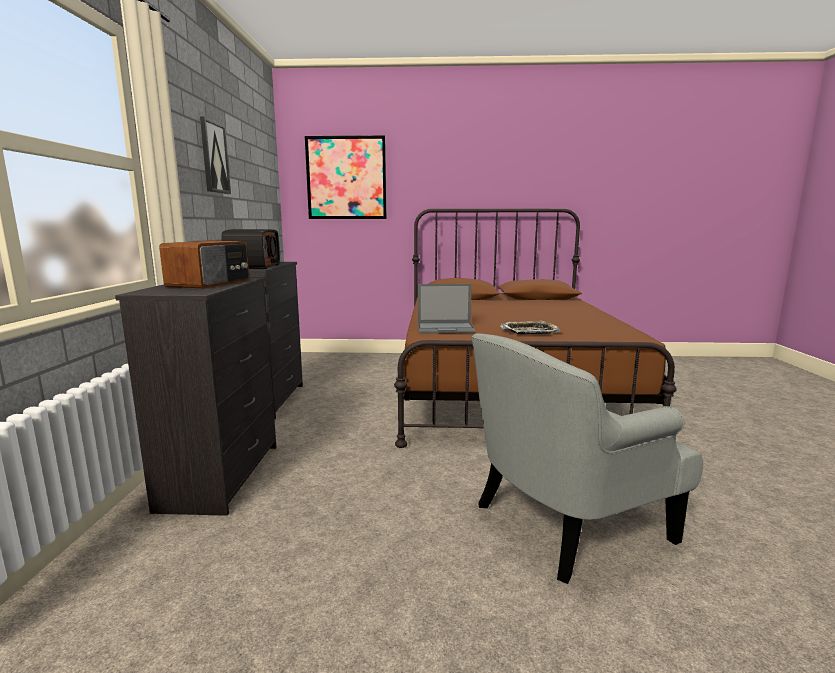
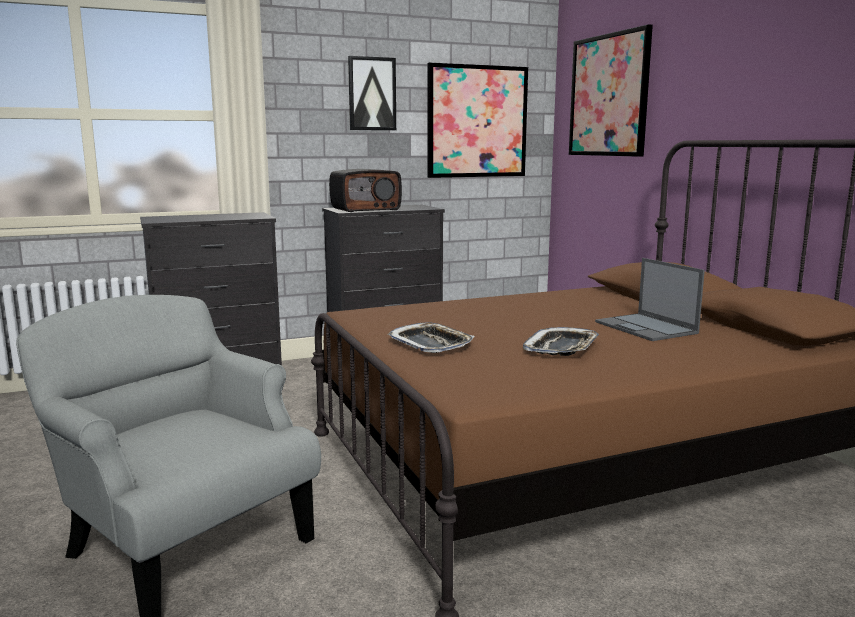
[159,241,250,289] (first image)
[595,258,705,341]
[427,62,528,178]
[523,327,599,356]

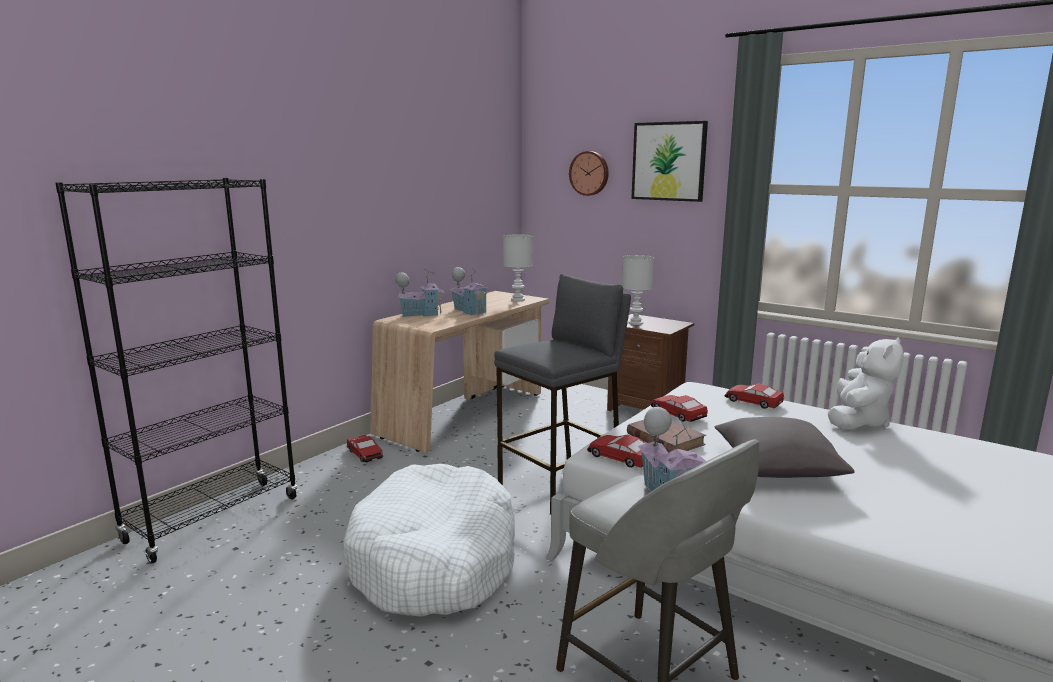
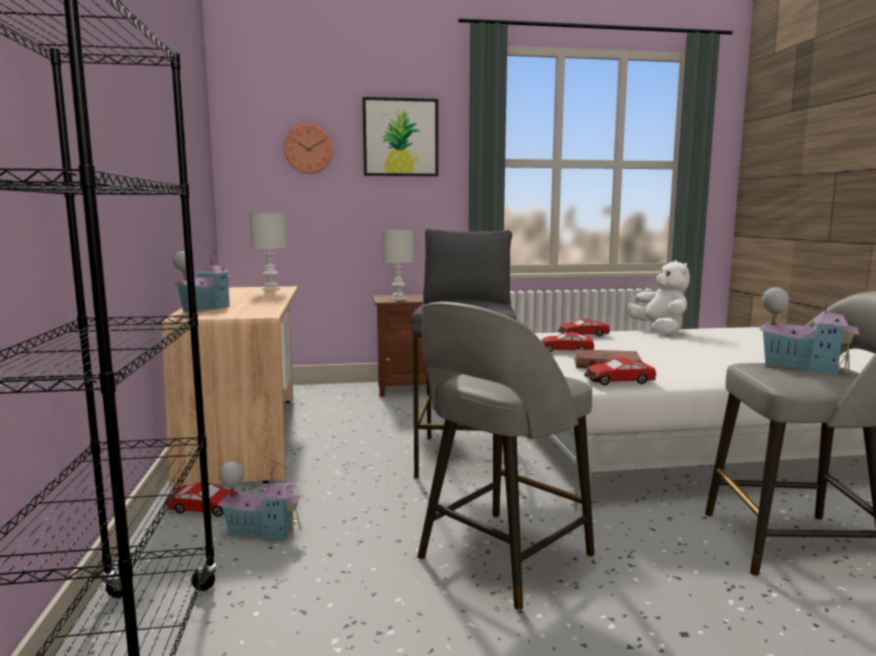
[417,302,594,610]
[218,458,303,541]
[714,417,854,478] (first image)

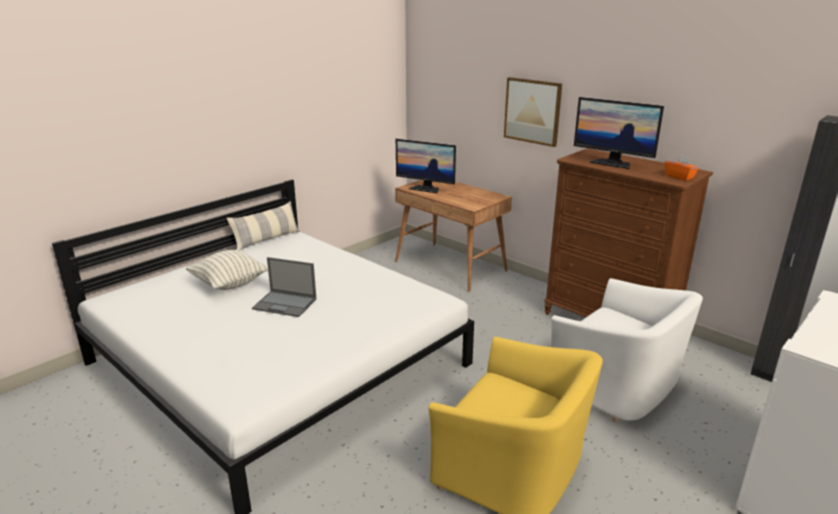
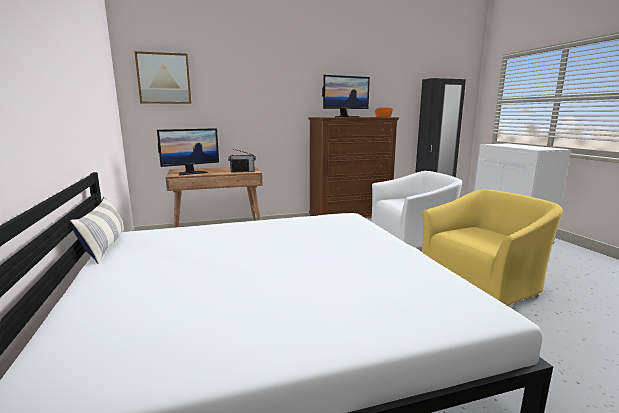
[186,250,268,290] (first image)
[252,257,317,317] (first image)
[134,51,191,104]
[228,148,256,173]

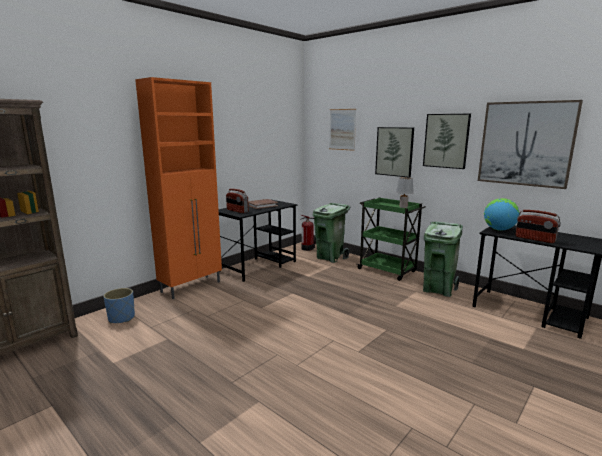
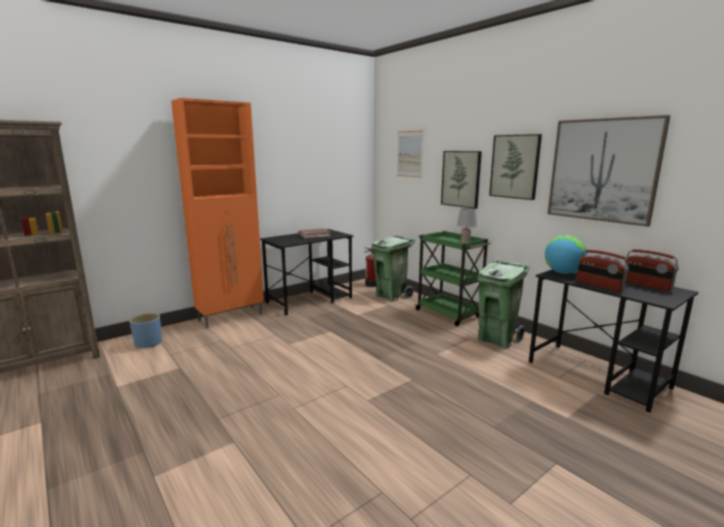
[625,249,679,291]

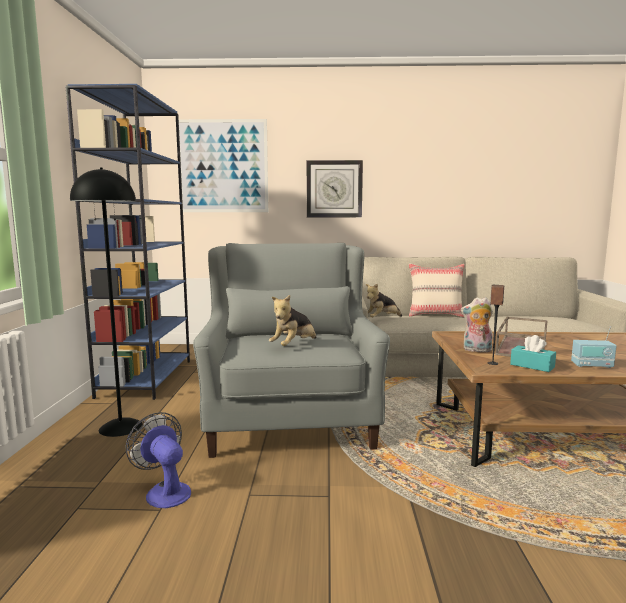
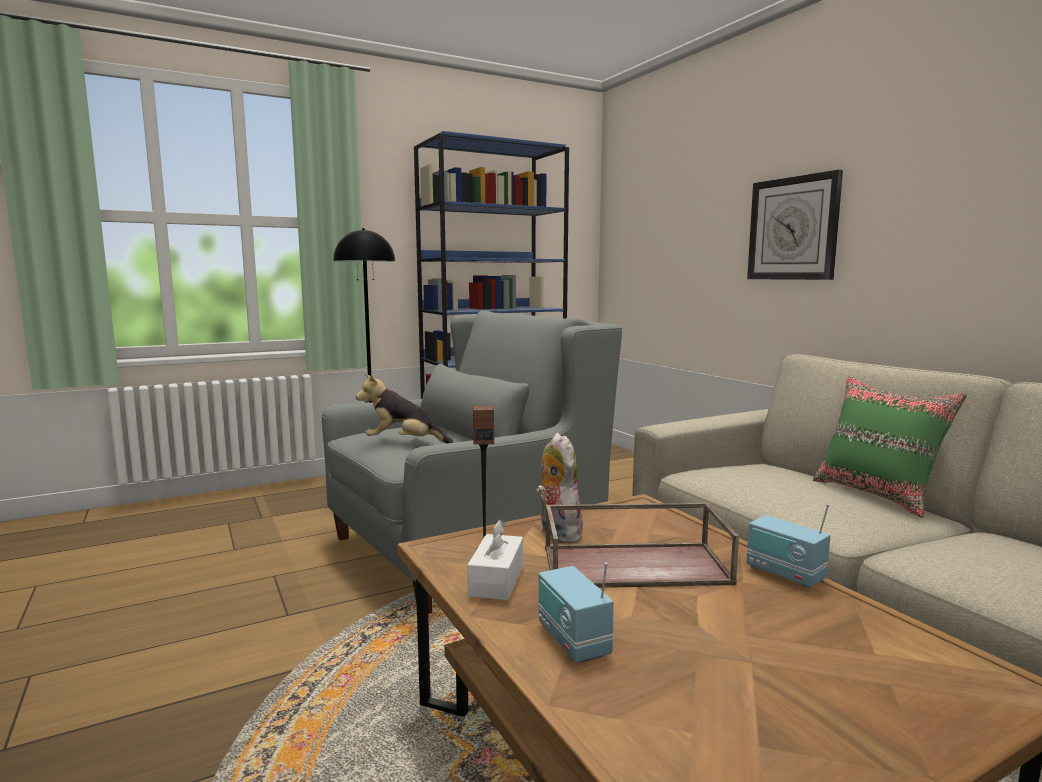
[126,412,191,508] (first image)
[179,119,268,212] (first image)
[366,283,402,317] (first image)
[813,376,967,518]
[467,520,523,600]
[747,504,830,588]

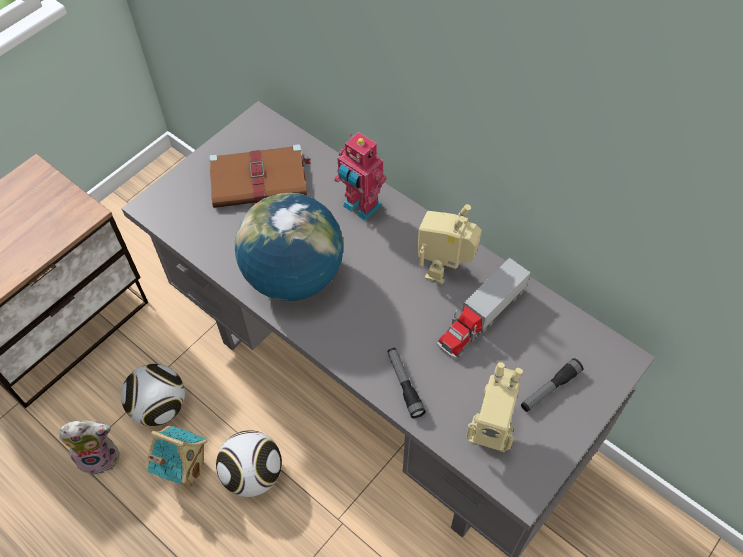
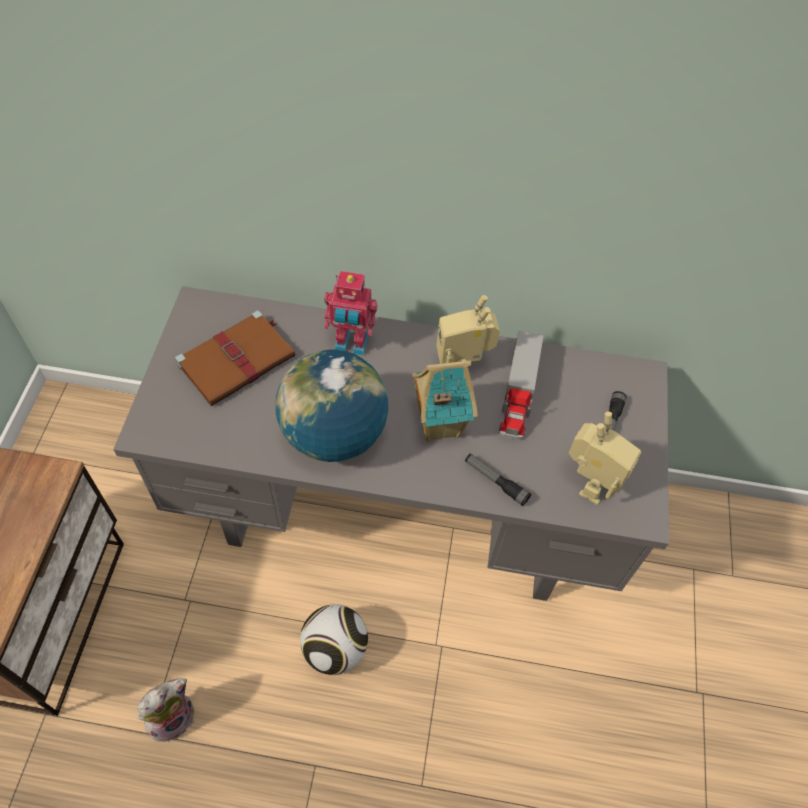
[121,364,185,426] (first image)
[412,361,478,442]
[569,411,641,505]

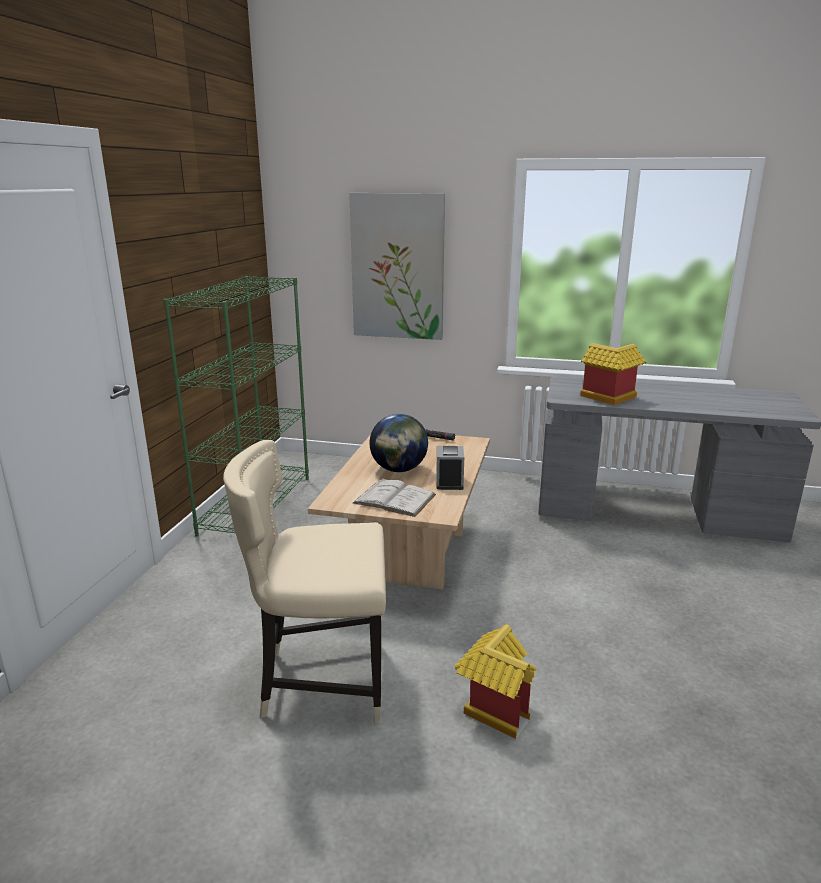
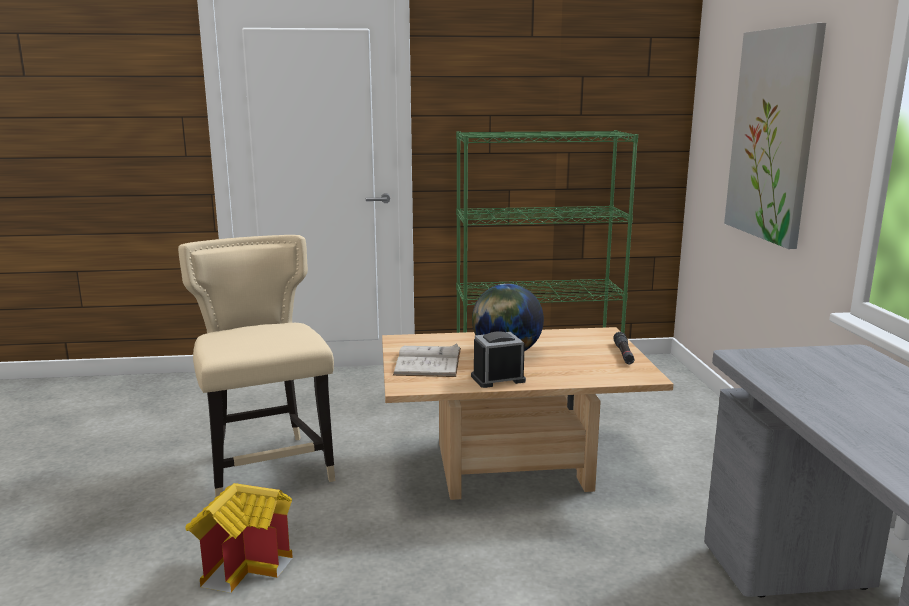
[580,343,647,405] (first image)

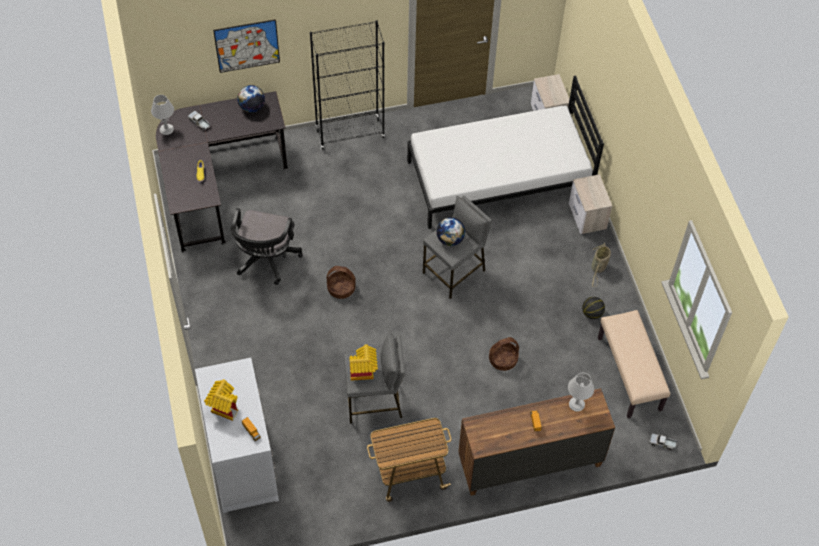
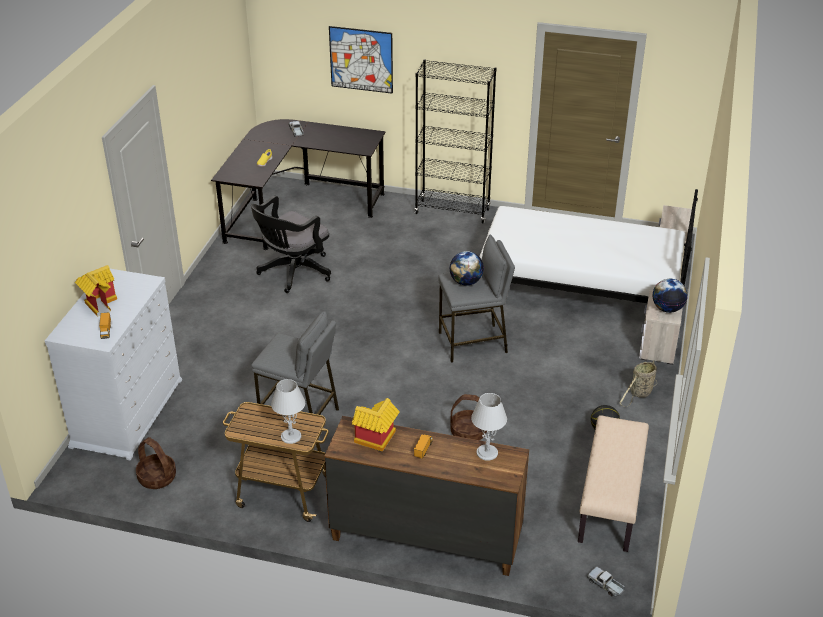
[271,379,305,444]
[652,279,687,313]
[136,437,176,489]
[352,398,400,452]

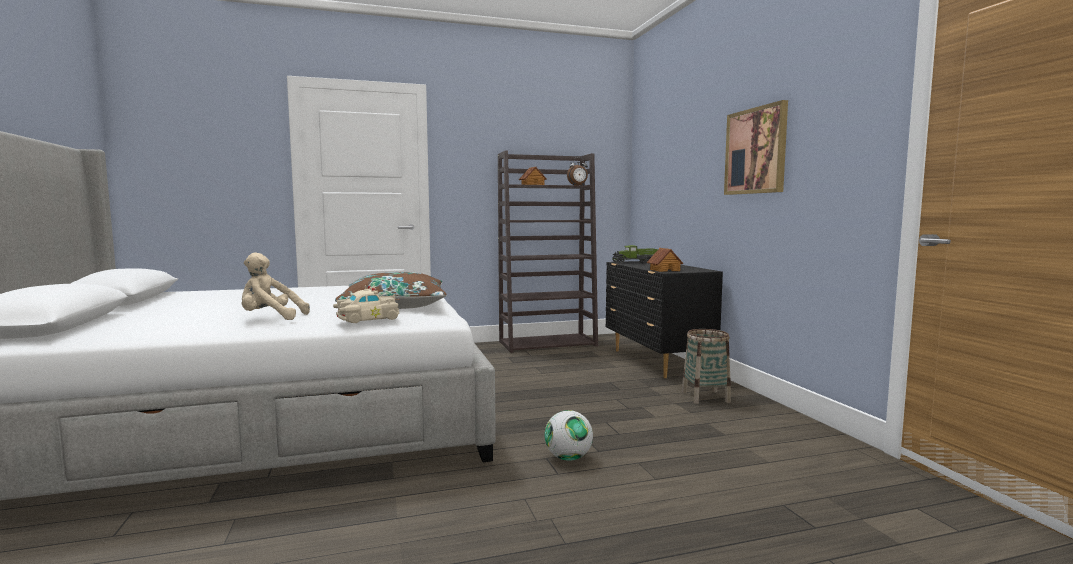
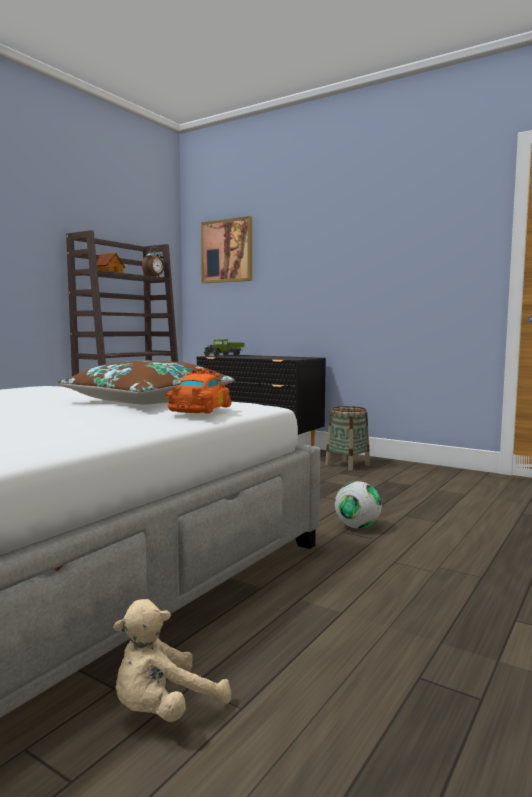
[113,599,231,722]
[165,368,231,413]
[647,248,683,272] (first image)
[201,216,252,283]

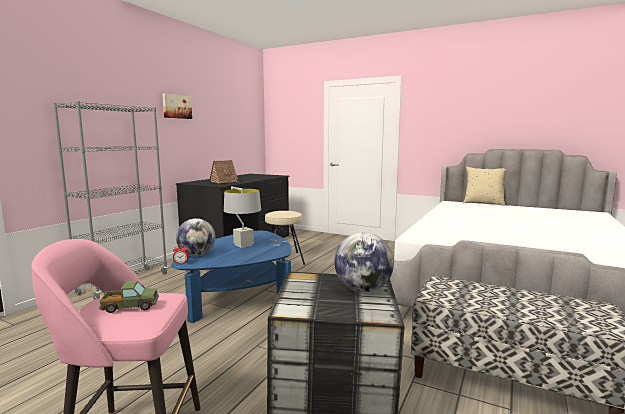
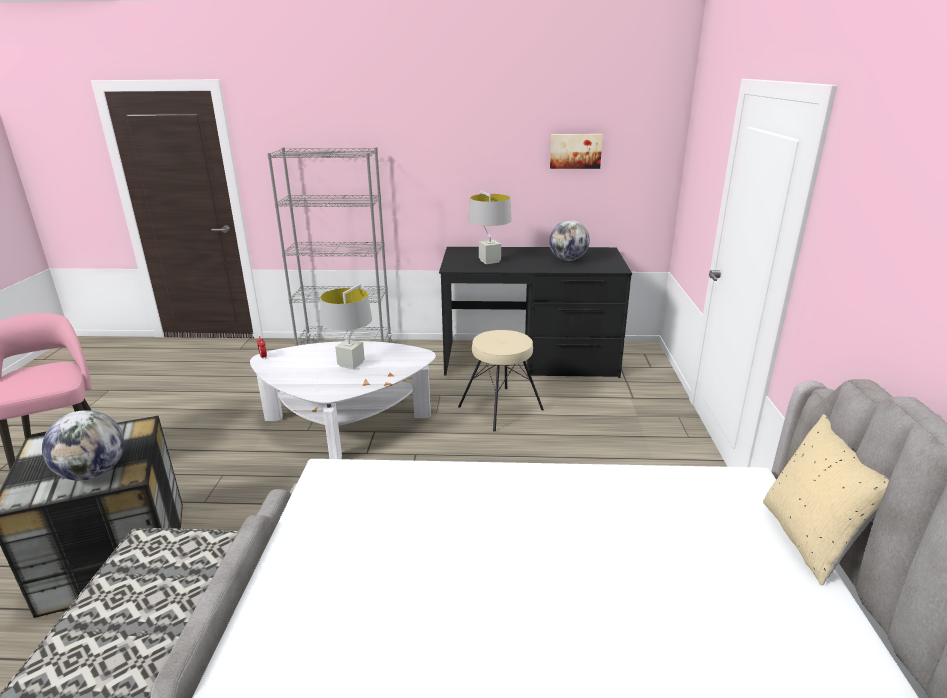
[99,281,159,313] (first image)
[550,134,603,169]
[250,341,436,459]
[549,220,590,261]
[468,191,512,264]

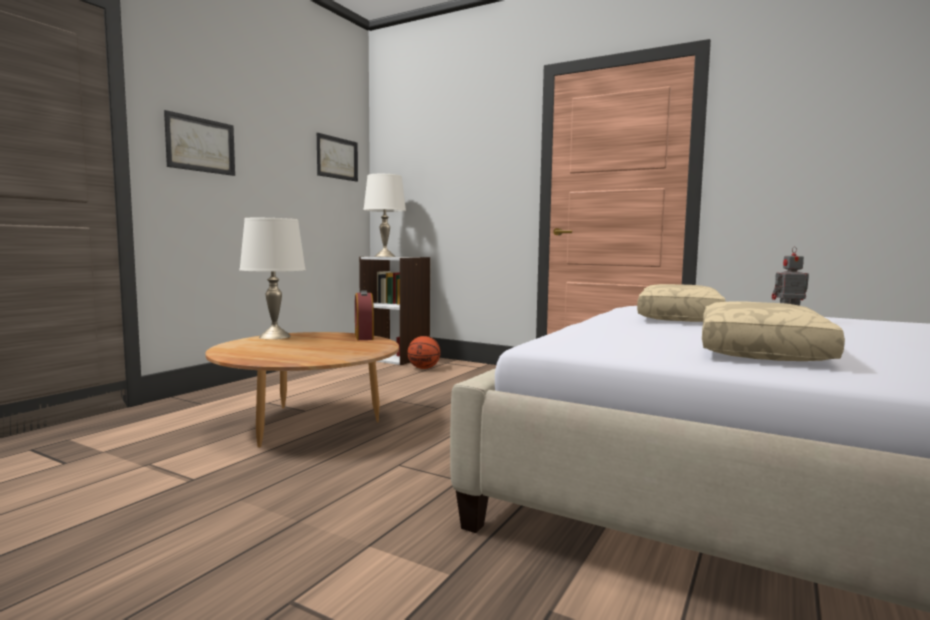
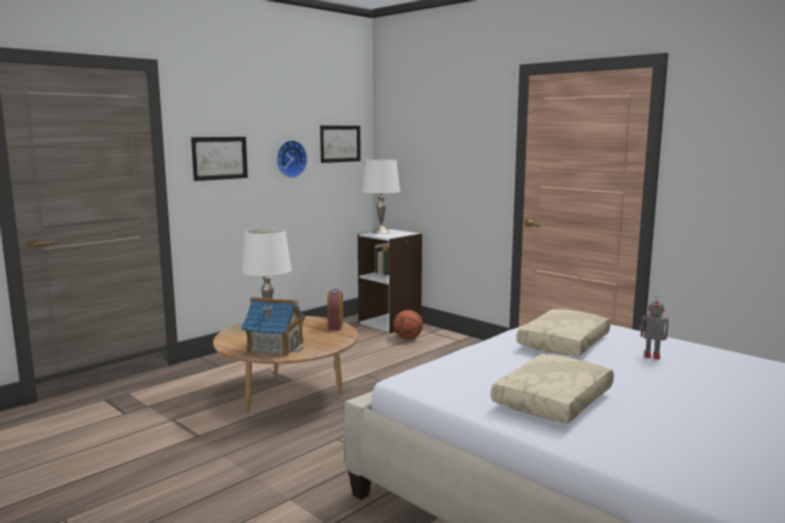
[241,297,306,357]
[277,140,307,178]

